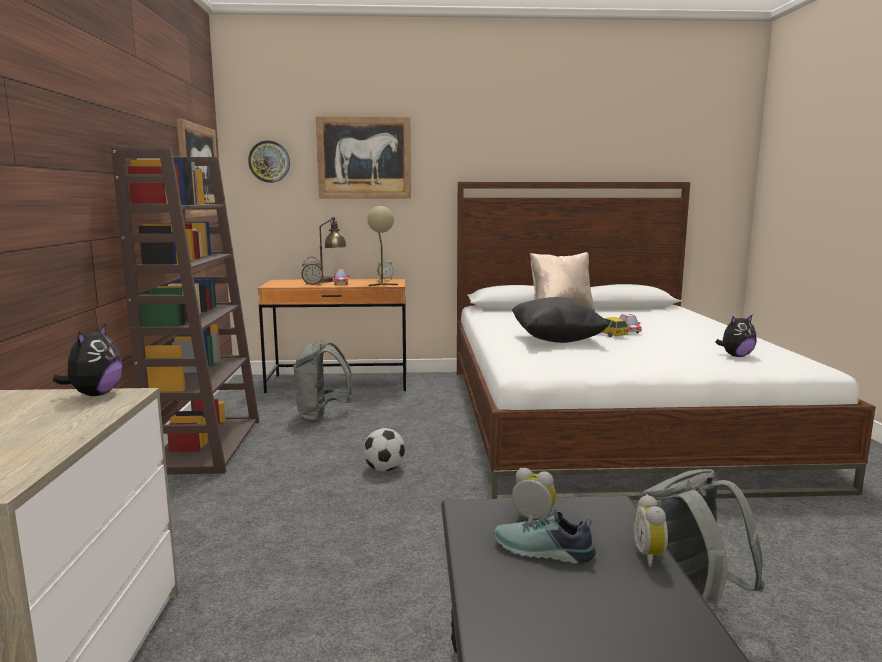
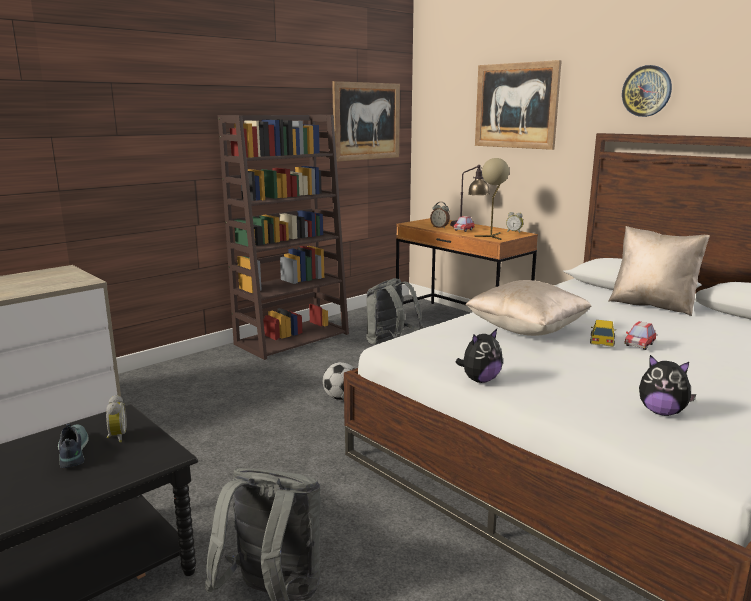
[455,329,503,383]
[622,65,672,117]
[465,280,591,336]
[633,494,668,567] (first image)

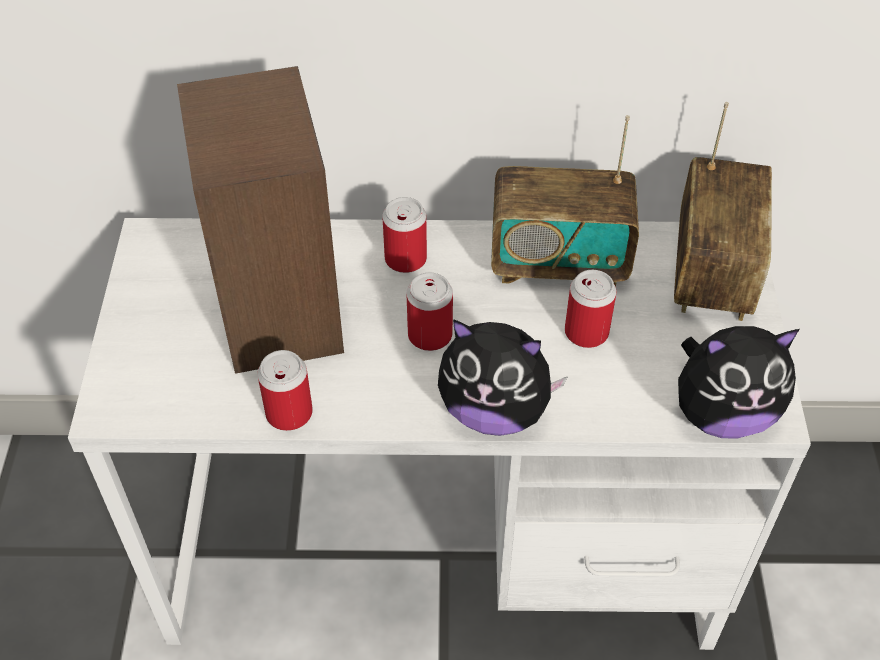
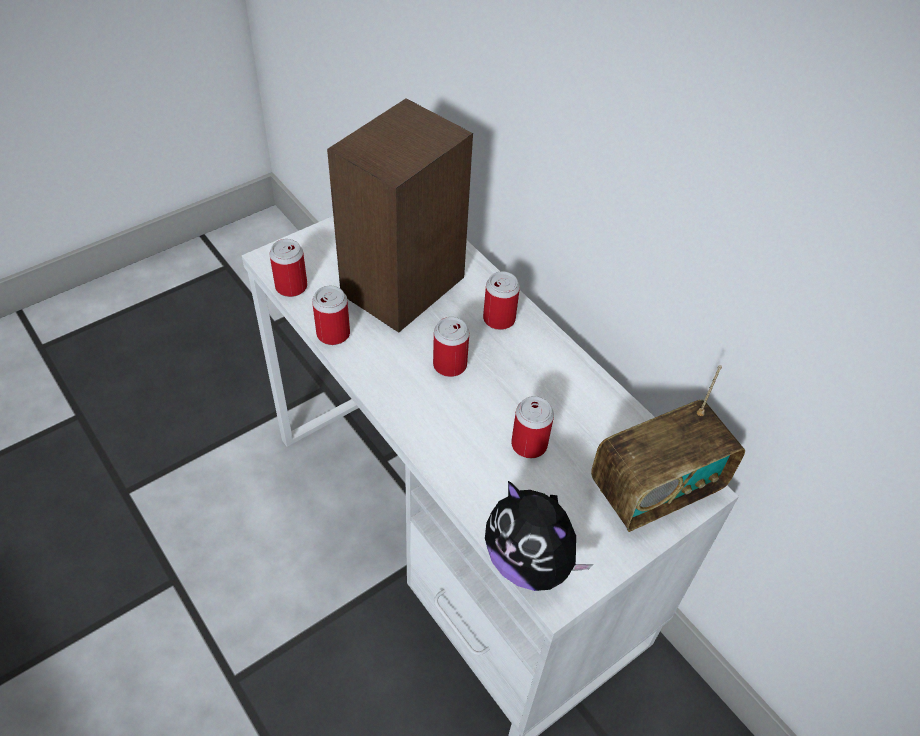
[438,319,568,436] (first image)
[491,115,639,287] (first image)
[269,239,307,297]

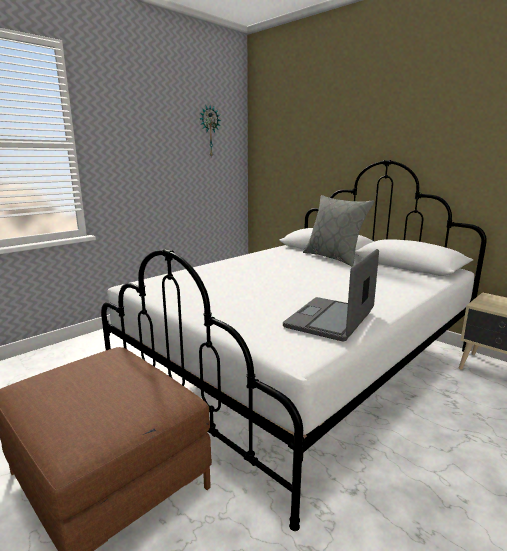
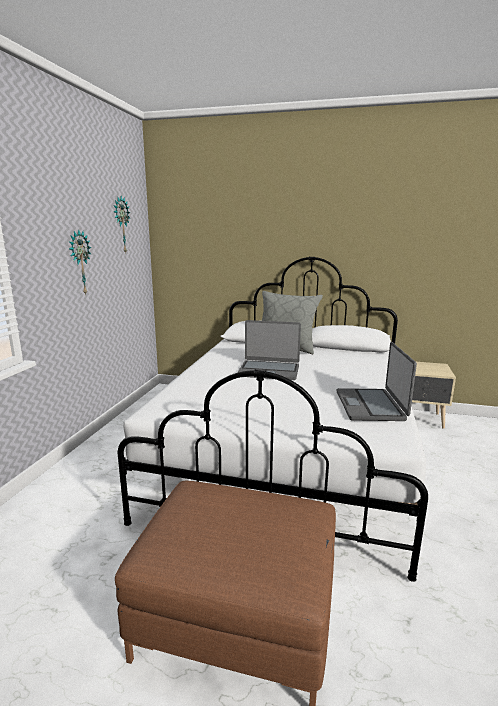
[69,229,92,295]
[237,320,301,380]

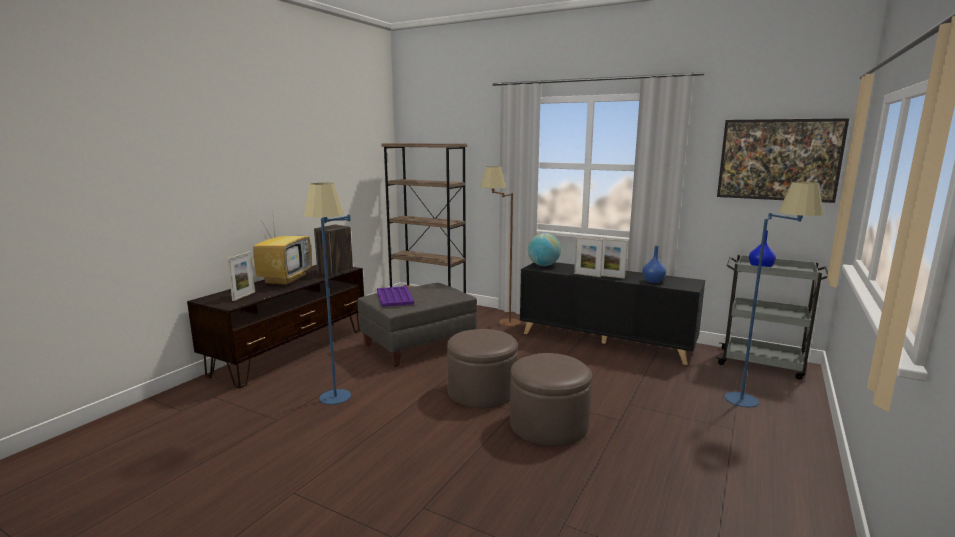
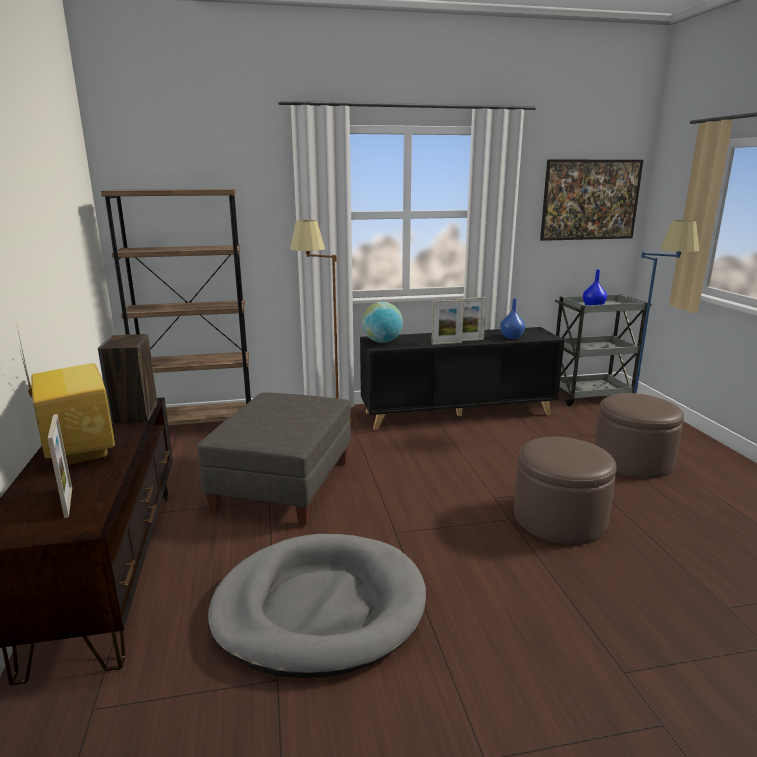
[208,534,426,678]
[377,286,414,307] (first image)
[595,393,684,478]

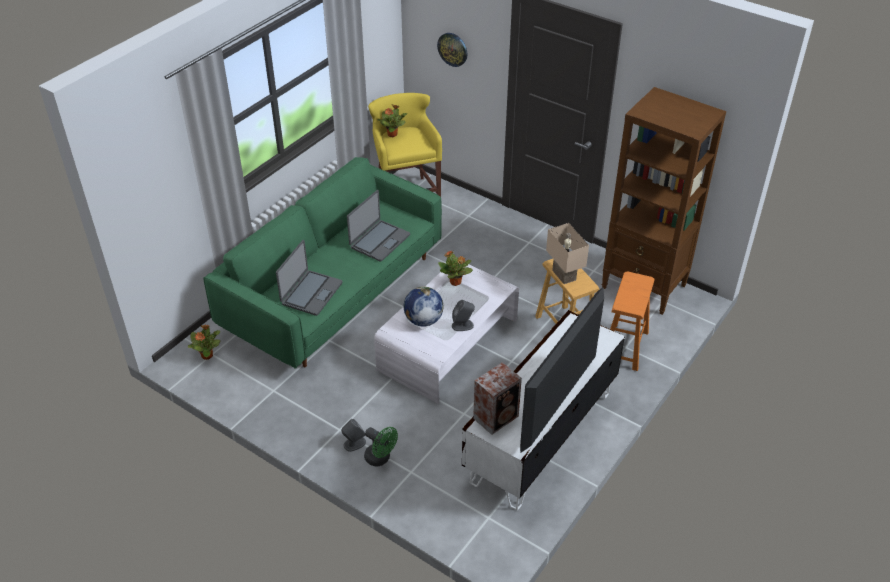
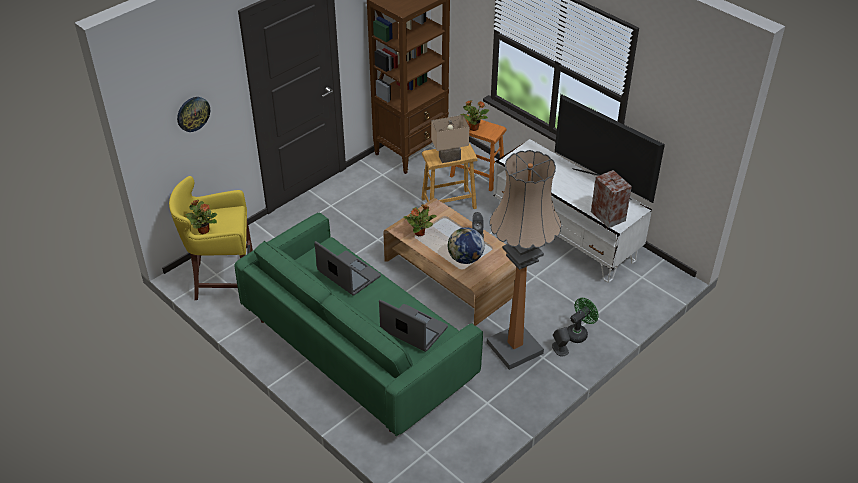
[460,100,489,131]
[383,198,517,326]
[487,150,561,370]

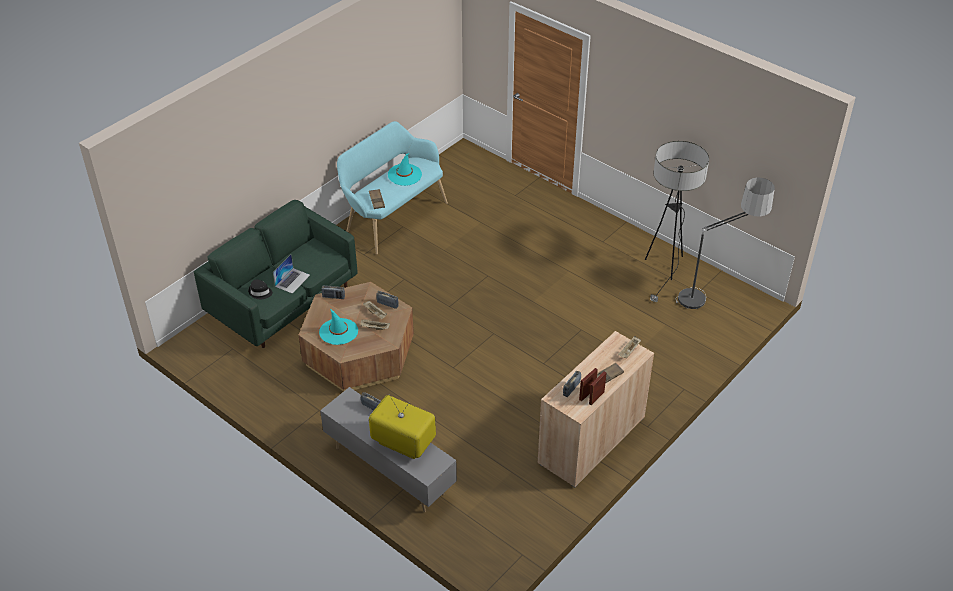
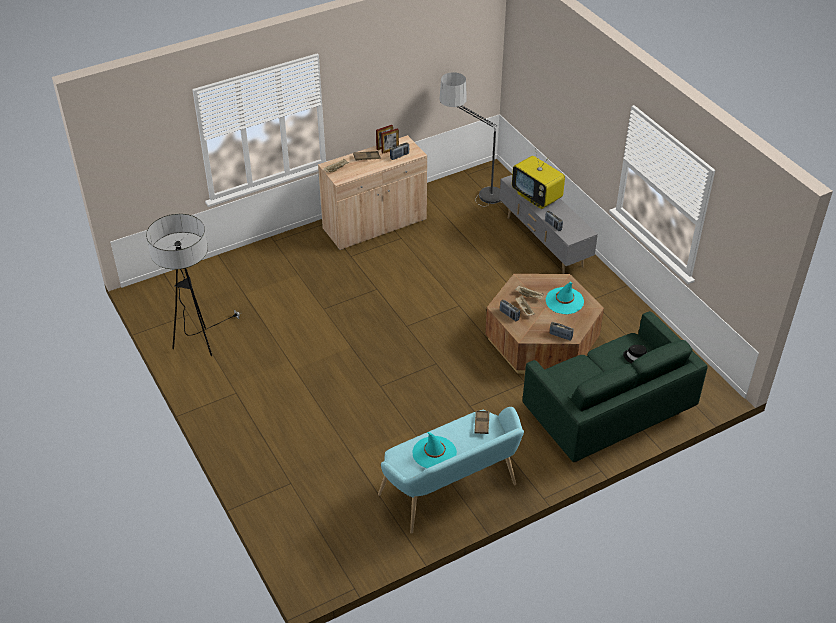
[273,254,310,294] (first image)
[439,72,501,206]

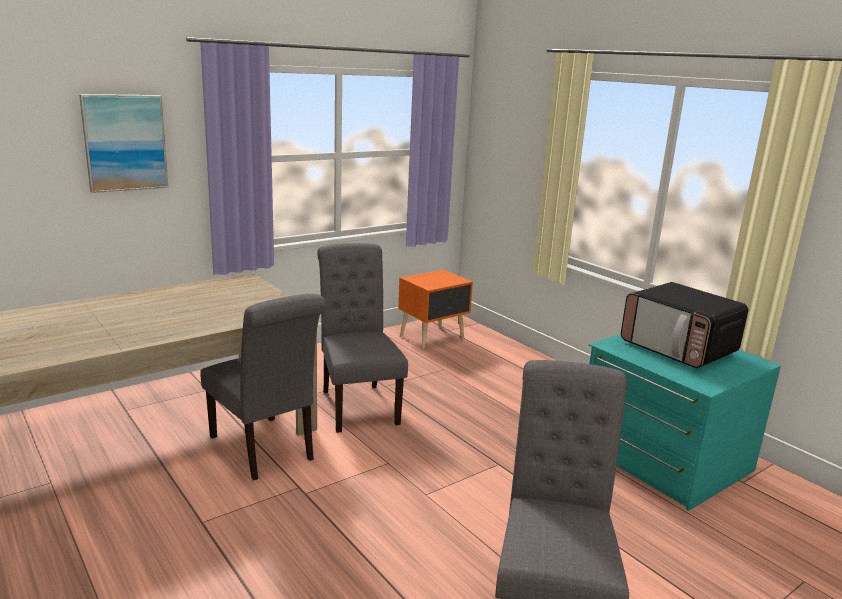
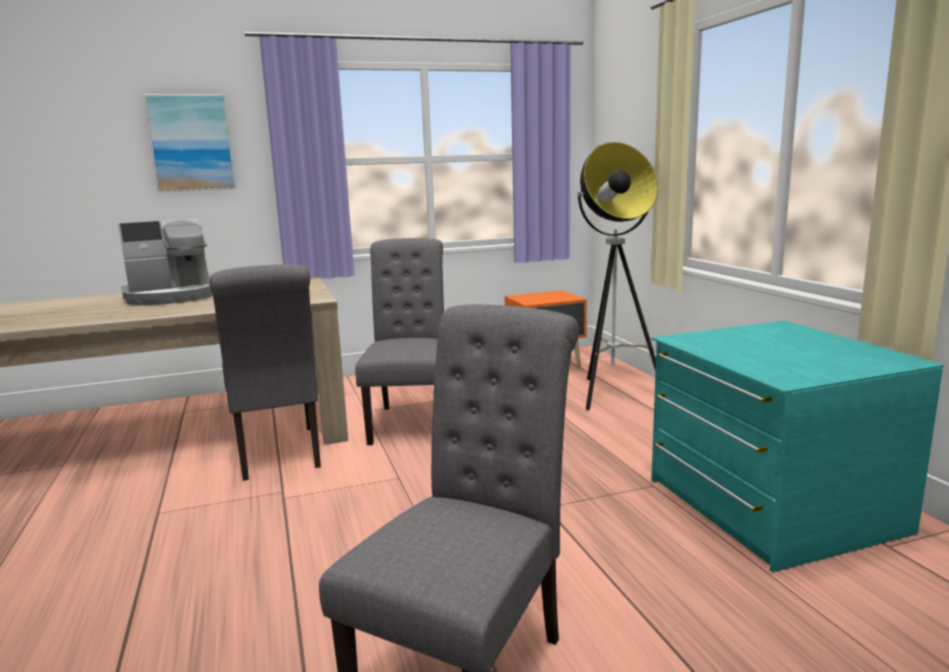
[621,282,748,368] (first image)
[118,219,213,305]
[577,142,658,410]

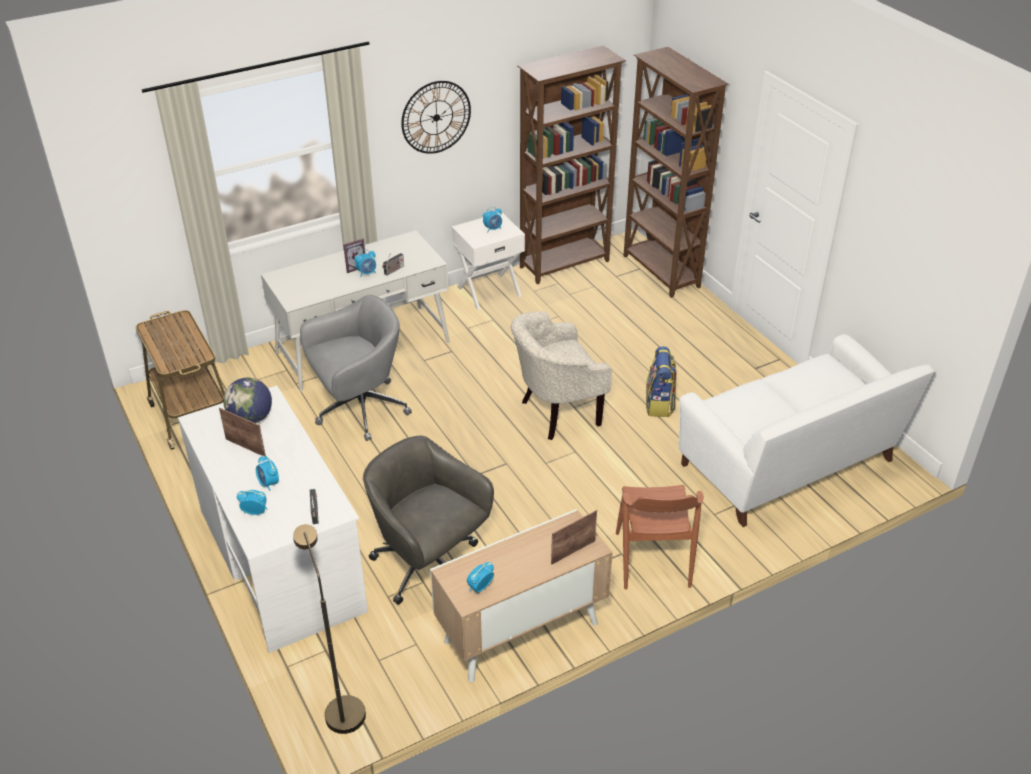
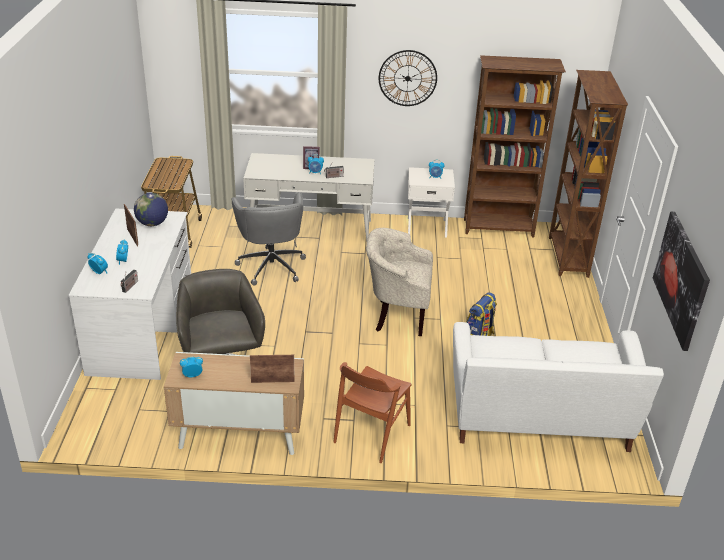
[293,524,366,734] (first image)
[231,192,306,286]
[653,212,710,351]

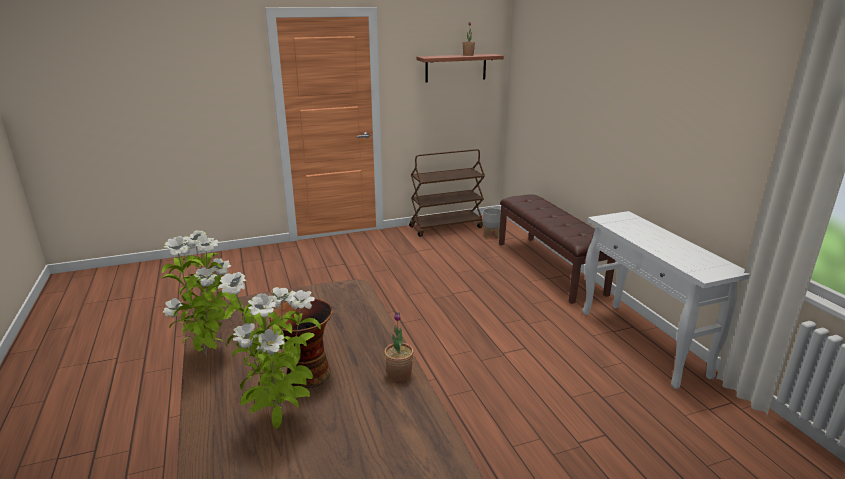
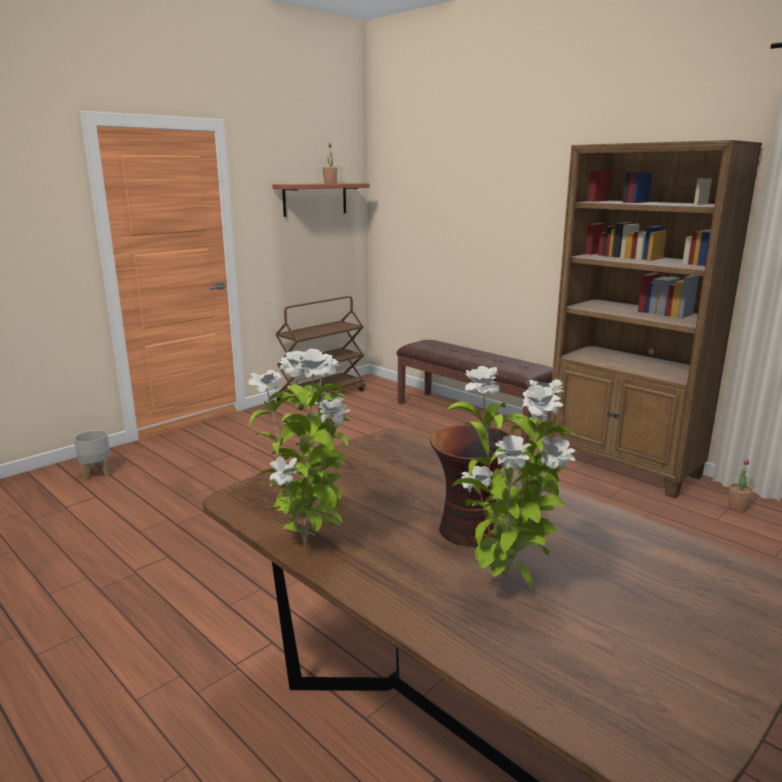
[728,458,753,511]
[74,430,111,481]
[547,140,762,498]

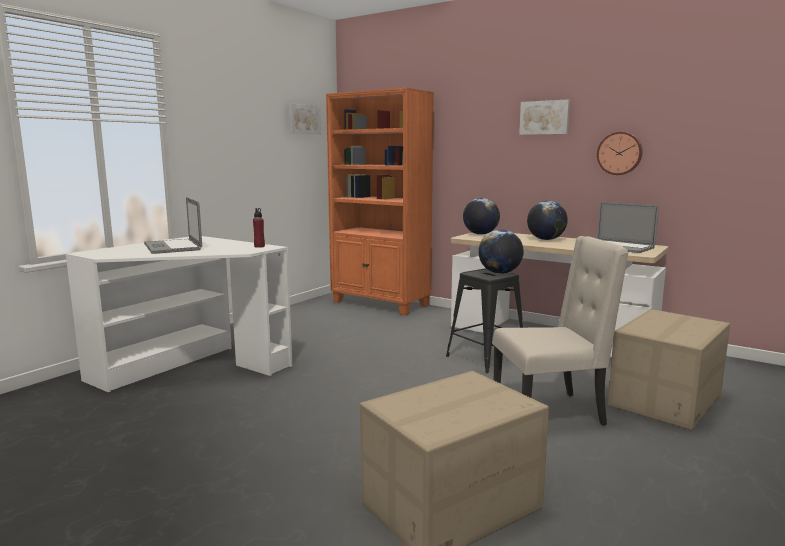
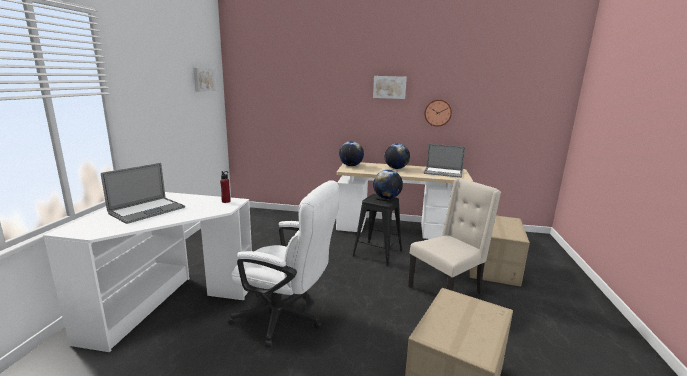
[101,163,185,224]
[326,88,434,316] (first image)
[228,180,340,348]

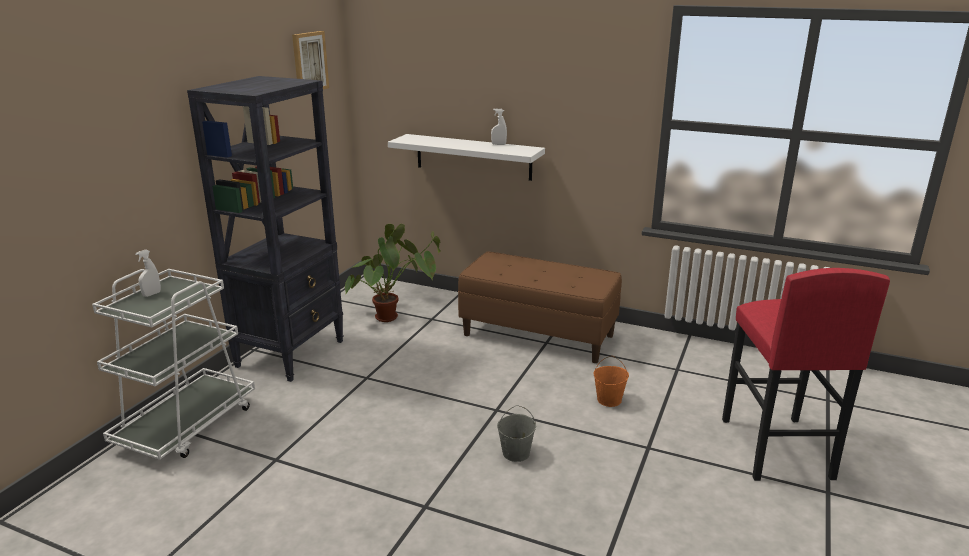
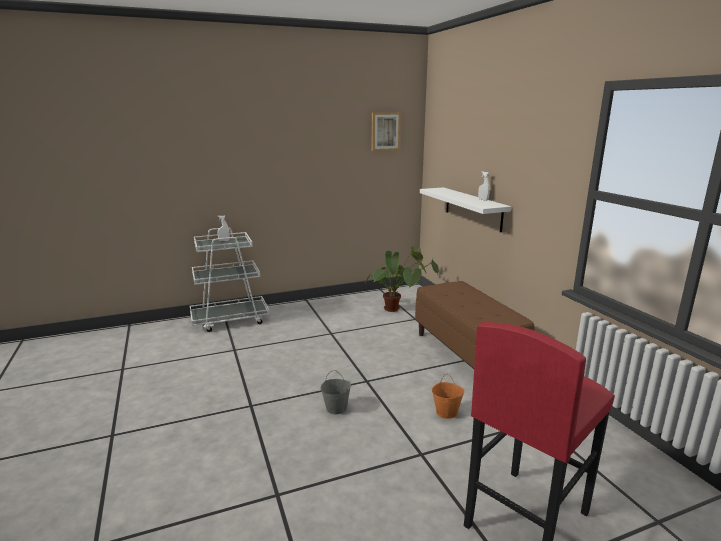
[187,76,344,382] (first image)

